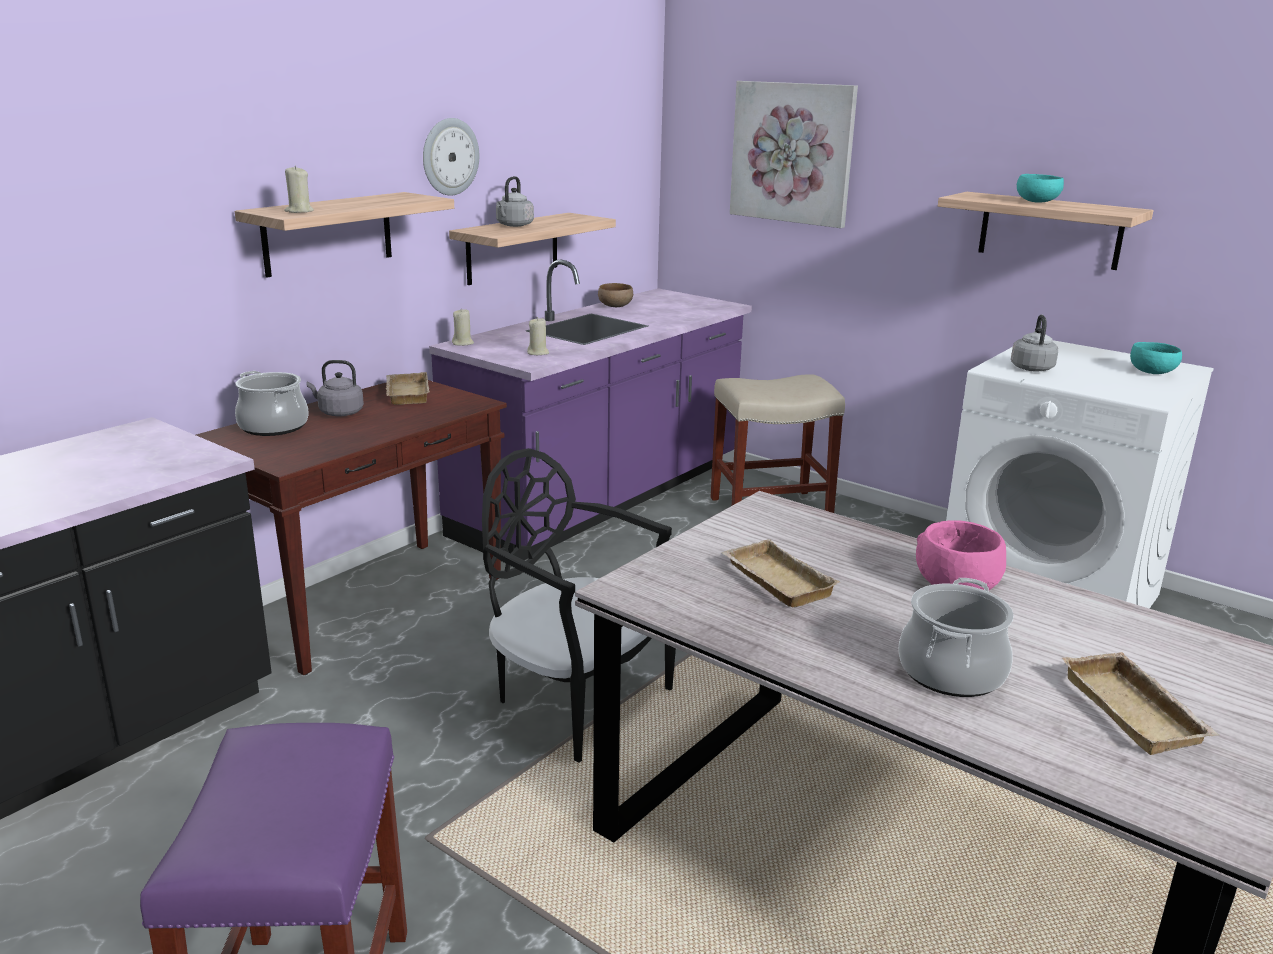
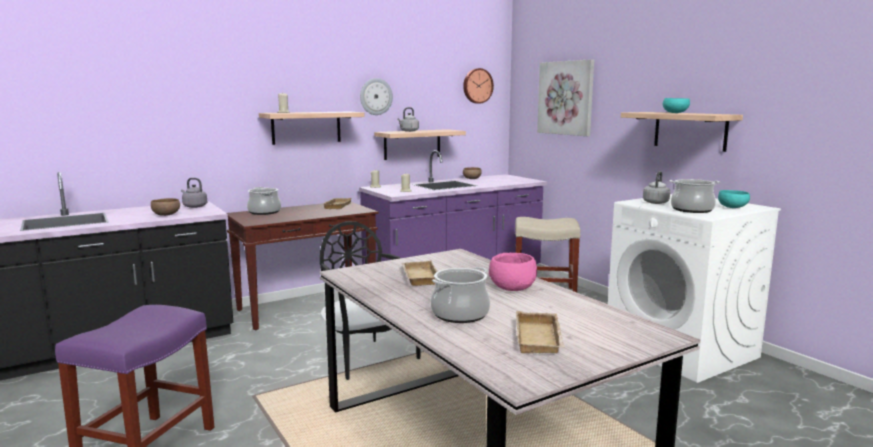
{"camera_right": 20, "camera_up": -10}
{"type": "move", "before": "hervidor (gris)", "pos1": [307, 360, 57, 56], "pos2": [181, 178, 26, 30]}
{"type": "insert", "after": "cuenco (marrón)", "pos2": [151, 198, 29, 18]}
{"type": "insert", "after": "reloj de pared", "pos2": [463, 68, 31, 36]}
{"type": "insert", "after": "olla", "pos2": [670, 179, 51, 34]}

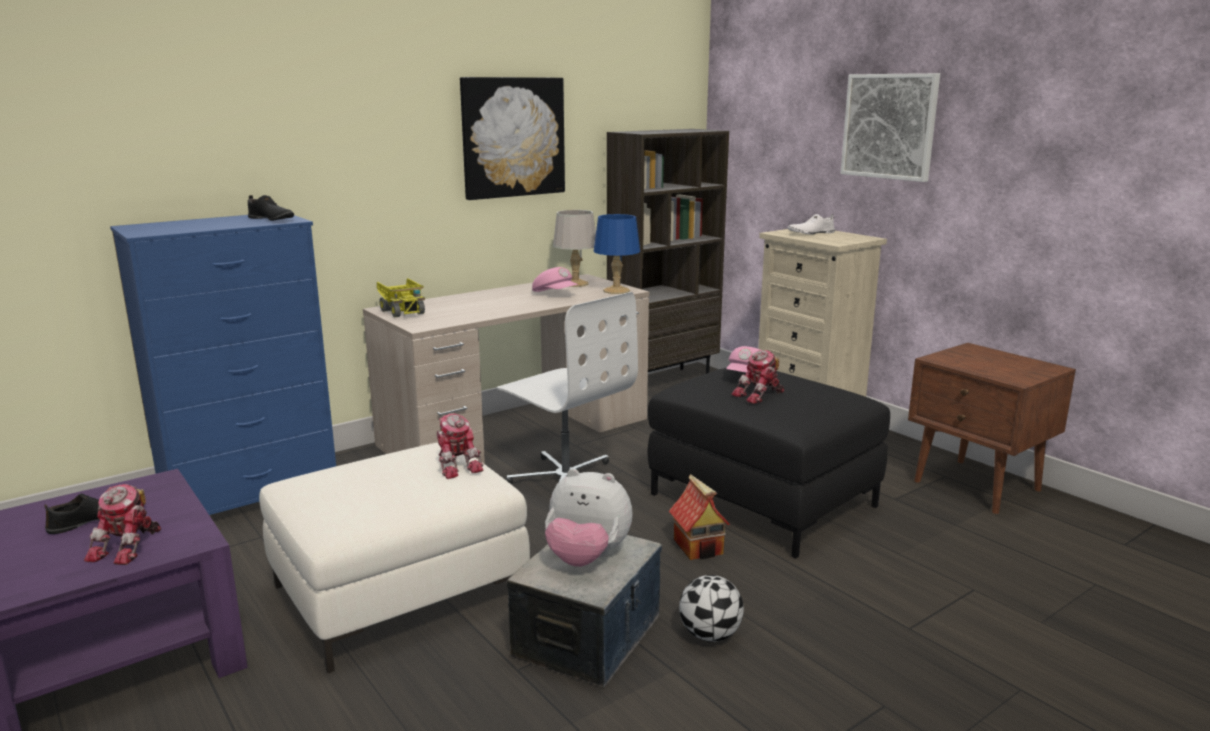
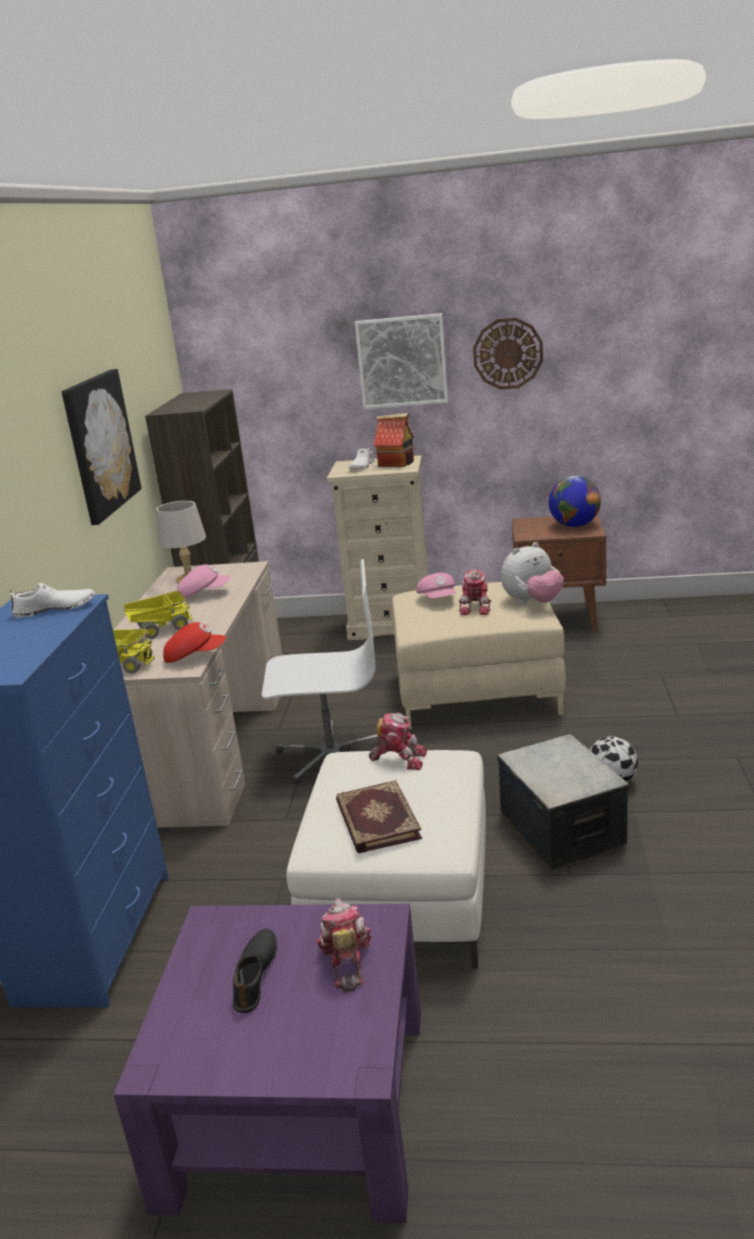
{"camera_right": -45, "camera_up": 5}
{"type": "rotate", "before": "robot de juguete", "pos1": [84, 484, 77, 81], "pos2": [316, 898, 55, 95], "turn": -150}
{"type": "recolor", "before": "zapato (negro)", "after": "zapato (blanco)", "pos1": [248, 195, 46, 26], "pos2": [10, 583, 85, 34]}
{"type": "move", "before": "peluche", "pos1": [545, 469, 88, 98], "pos2": [501, 542, 63, 62]}
{"type": "delete", "before": "lámpara de mesa (azul)", "pos1": [594, 214, 46, 80]}
{"type": "recolor", "before": "puf (negro)", "after": "puf (beis)", "pos1": [647, 368, 243, 190], "pos2": [392, 582, 174, 147]}
{"type": "move", "before": "casita", "pos1": [669, 474, 61, 86], "pos2": [373, 413, 41, 54]}
{"type": "insert", "after": "camión de juguete", "pos2": [124, 591, 69, 48]}
{"type": "insert", "after": "gorra (rojo)", "pos2": [163, 622, 63, 41]}
{"type": "insert", "after": "libro", "pos2": [336, 780, 86, 73]}
{"type": "insert", "after": "reloj de pared", "pos2": [473, 318, 70, 72]}
{"type": "insert", "after": "globo terráqueo", "pos2": [549, 476, 52, 51]}

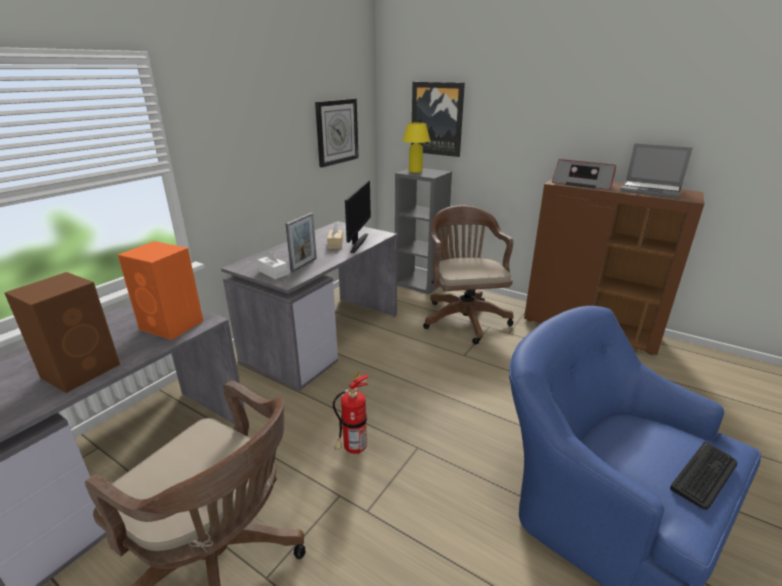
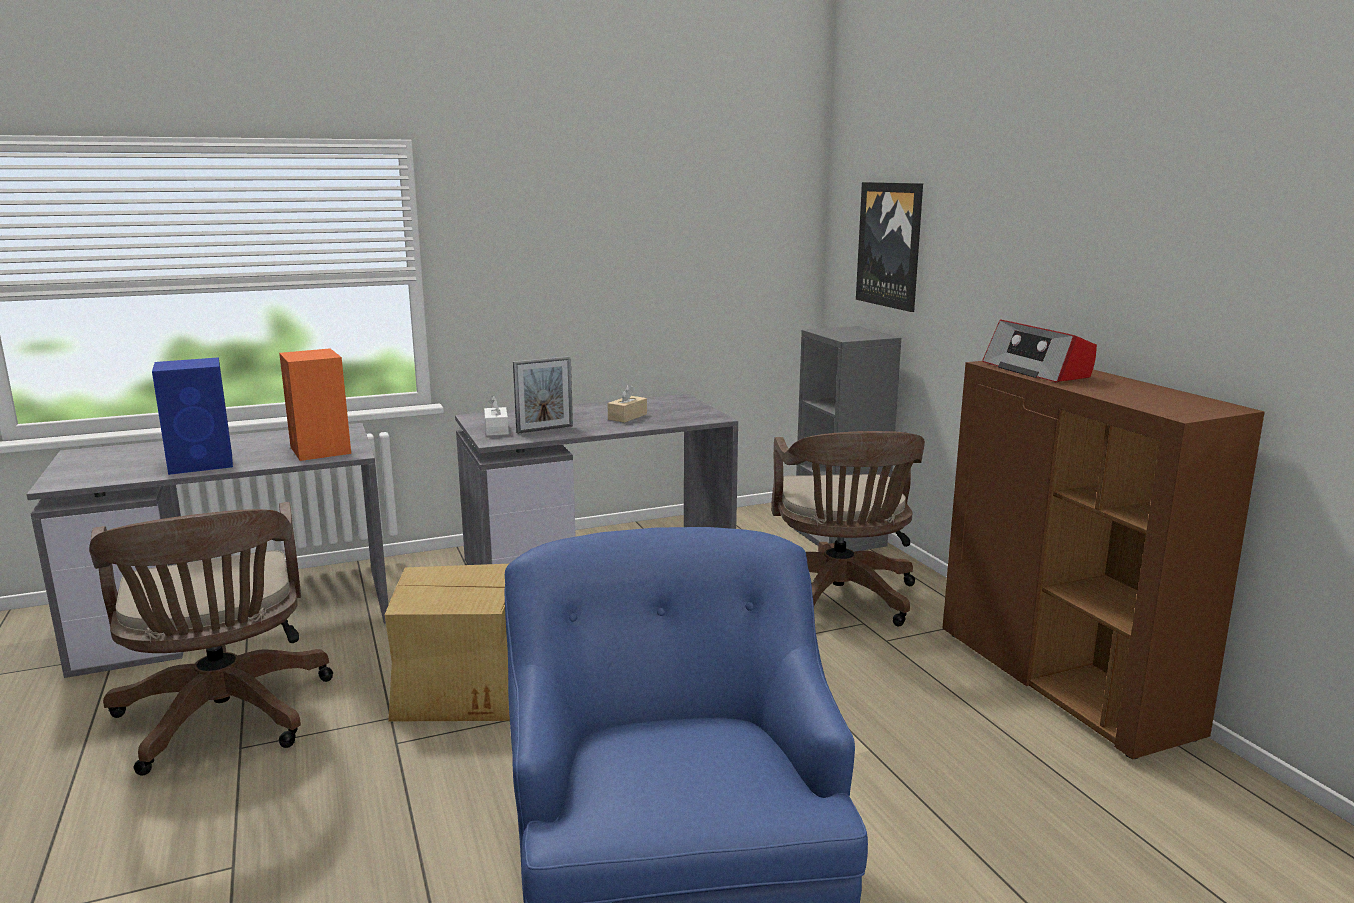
{"camera_right": 35, "camera_up": -10}
{"type": "recolor", "before": "altavoz (marrón)", "after": "altavoz (azul)", "pos1": [4, 272, 116, 121], "pos2": [152, 357, 81, 118]}
{"type": "delete", "before": "reloj de pared", "pos1": [315, 99, 44, 68]}
{"type": "replace", "before": "extintor", "after": "caja de cartón", "pos1": [333, 372, 36, 82], "pos2": [385, 564, 125, 158]}
{"type": "delete", "before": "monitor", "pos1": [345, 180, 26, 73]}
{"type": "delete", "before": "lámpara de mesa (amarillo)", "pos1": [403, 123, 27, 50]}
{"type": "rotate", "before": "silla de oficina (marrón)", "pos1": [423, 206, 91, 139], "pos2": [771, 431, 154, 195], "turn": 150}
{"type": "delete", "before": "portátil", "pos1": [620, 143, 73, 55]}
{"type": "delete", "before": "teclado", "pos1": [670, 442, 67, 68]}

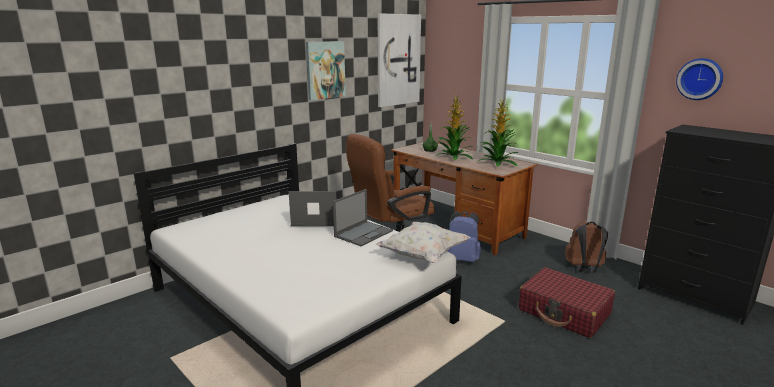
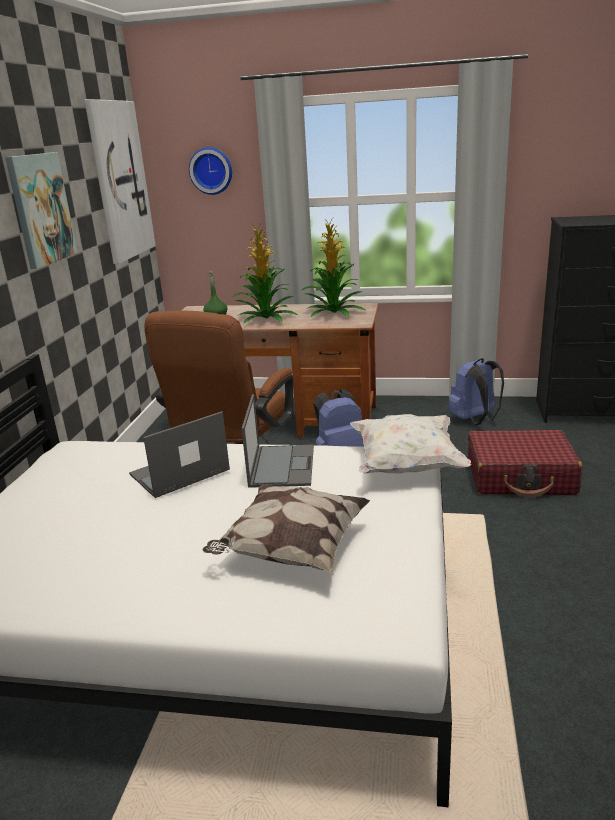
{"camera_right": -35, "camera_up": 5}
{"type": "recolor", "before": "mochila (marrón)", "after": "mochila (azul)", "pos1": [565, 221, 43, 52], "pos2": [448, 358, 56, 68]}
{"type": "move", "before": "reloj de pared", "pos1": [676, 58, 47, 42], "pos2": [189, 147, 43, 48]}
{"type": "insert", "after": "cojín", "pos2": [203, 484, 167, 89]}

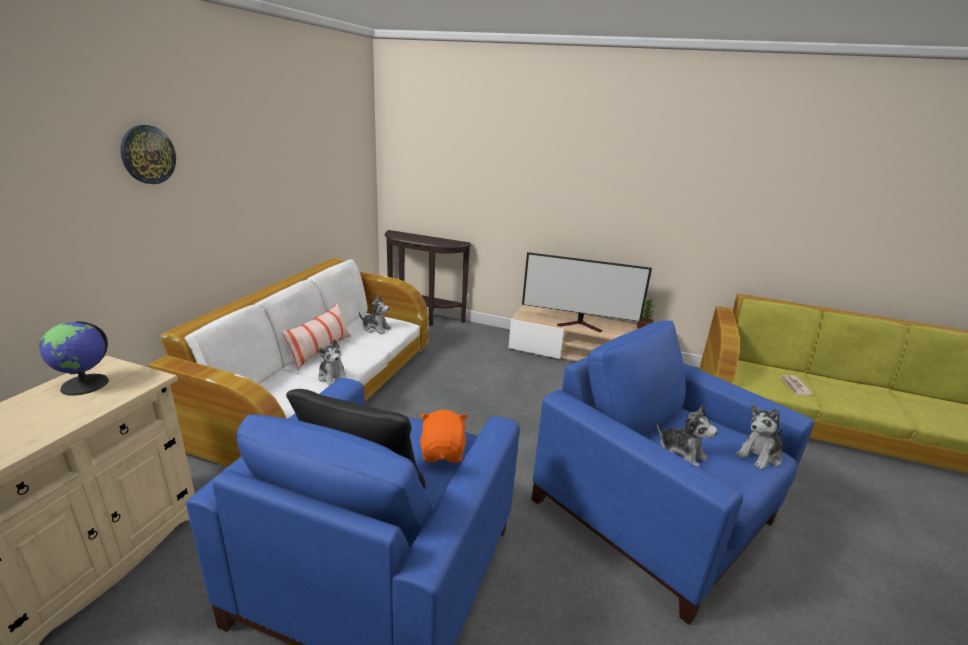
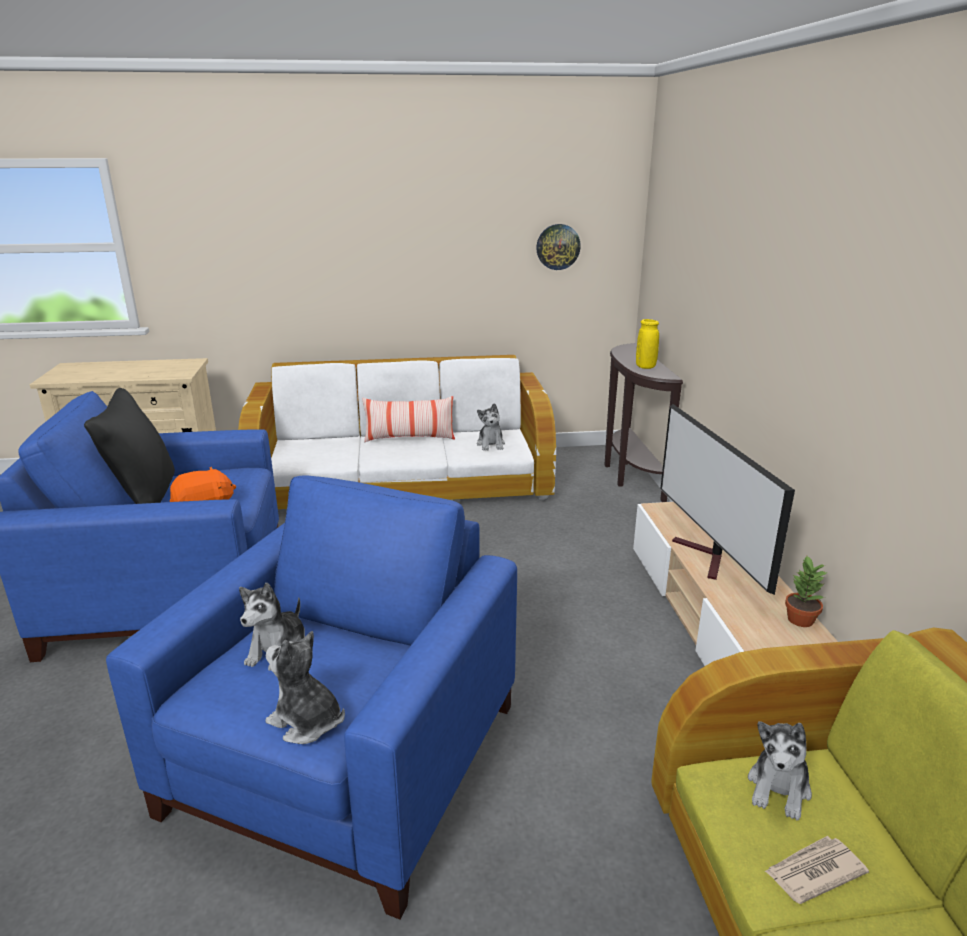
{"camera_right": 65, "camera_up": 0}
{"type": "delete", "before": "globo terráqueo", "pos1": [39, 321, 70, 75]}
{"type": "move", "before": "reloj de pared", "pos1": [121, 125, 55, 59], "pos2": [536, 224, 45, 46]}
{"type": "move", "before": "peluche", "pos1": [318, 339, 29, 47], "pos2": [748, 721, 64, 99]}
{"type": "insert", "after": "florero (amarillo)", "pos2": [636, 319, 23, 50]}

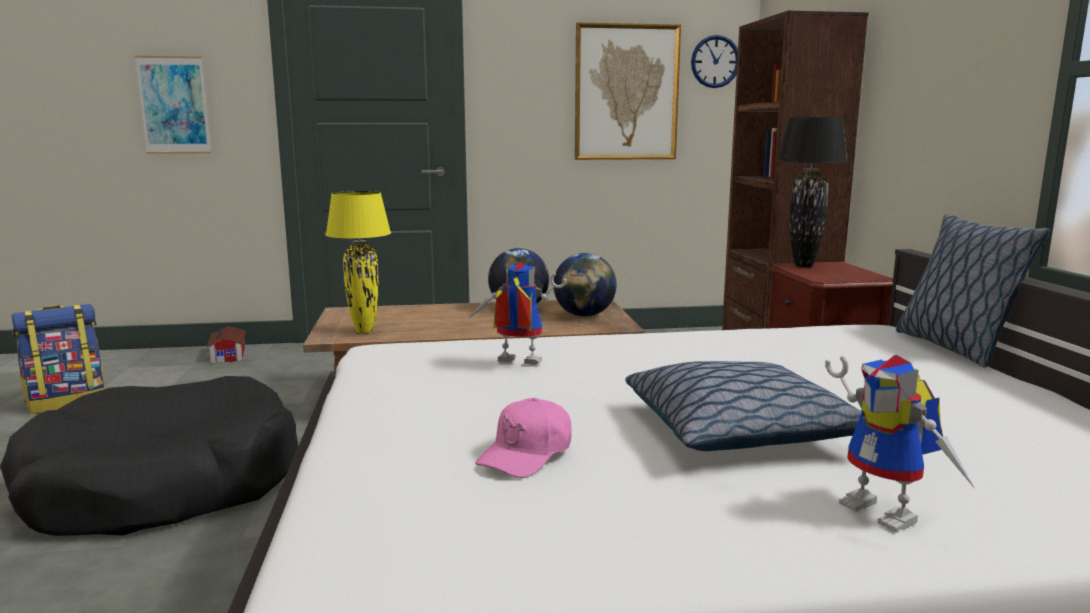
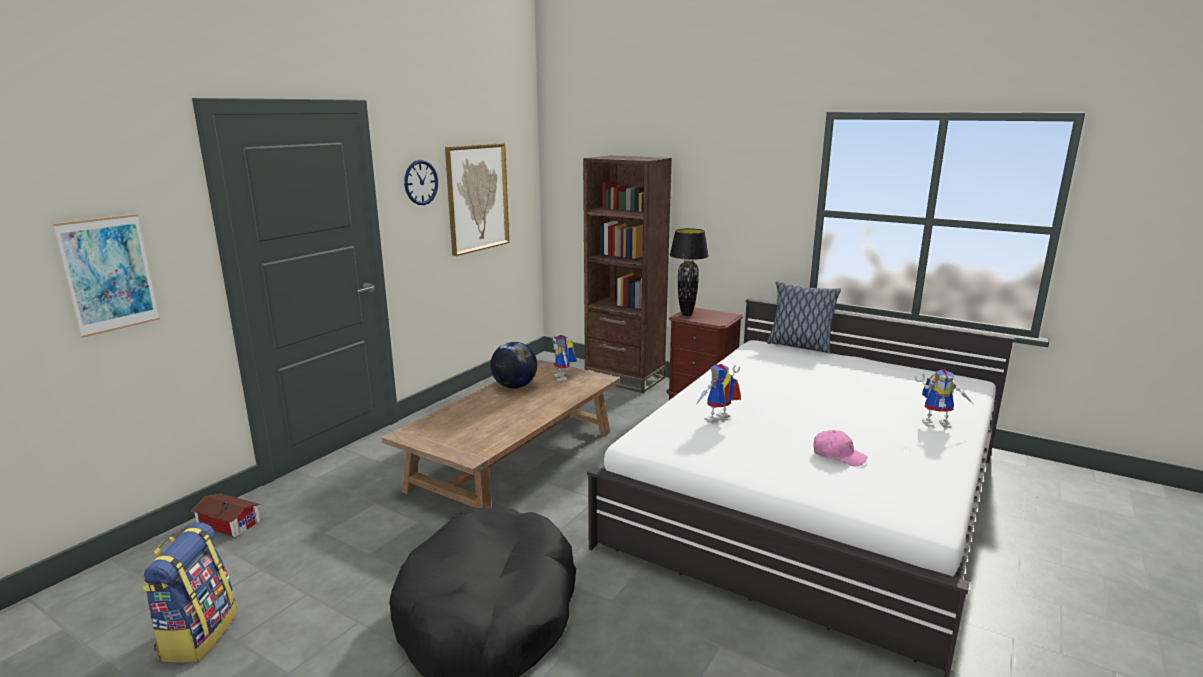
{"camera_right": -50, "camera_up": 5}
{"type": "delete", "before": "lámpara de mesa (amarillo)", "pos1": [326, 191, 65, 142]}
{"type": "rotate", "before": "gorra (rosa)", "pos1": [475, 398, 97, 80], "pos2": [813, 430, 55, 37], "turn": -45}
{"type": "replace", "before": "globo terráqueo", "after": "robot de juguete", "pos1": [553, 253, 64, 64], "pos2": [552, 334, 25, 48]}
{"type": "delete", "before": "cojín", "pos1": [625, 361, 236, 90]}
{"type": "move", "before": "reloj de pared", "pos1": [691, 35, 47, 53], "pos2": [404, 160, 34, 45]}

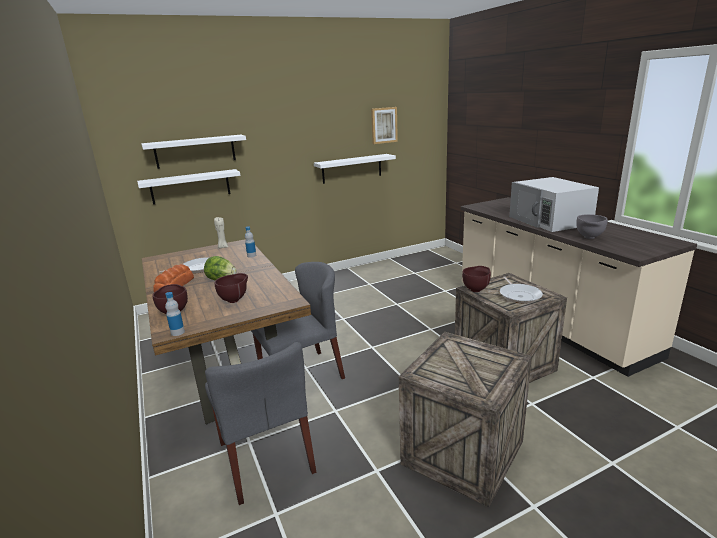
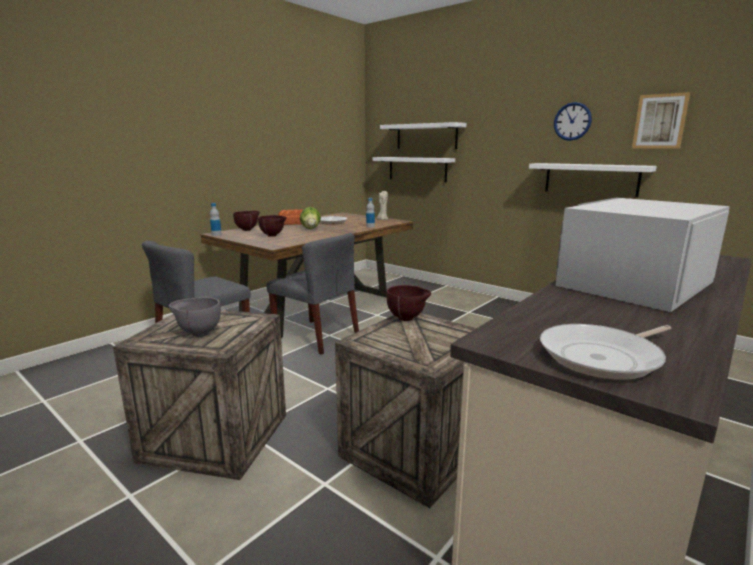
{"camera_right": 65, "camera_up": -5}
{"type": "move", "before": "sartén", "pos1": [500, 276, 43, 28], "pos2": [540, 324, 131, 56]}
{"type": "move", "before": "cuenco (gris)", "pos1": [576, 214, 32, 25], "pos2": [169, 297, 52, 40]}
{"type": "insert", "after": "reloj de pared", "pos2": [554, 102, 38, 39]}

